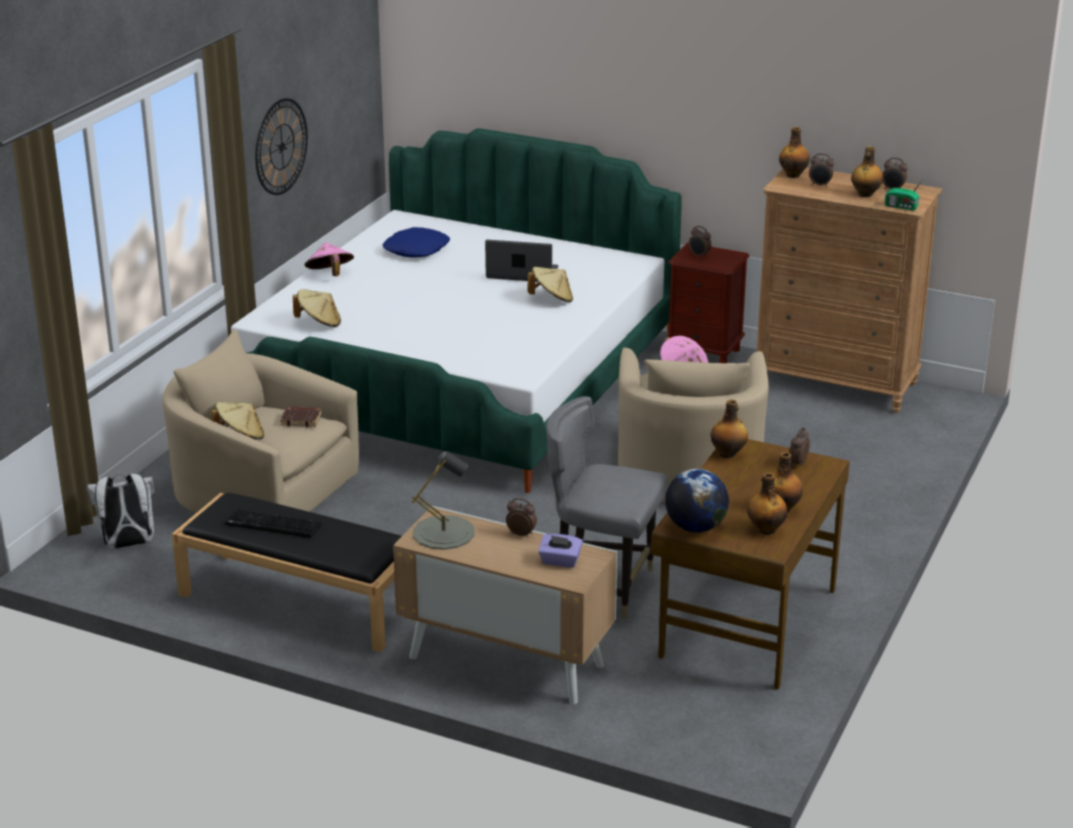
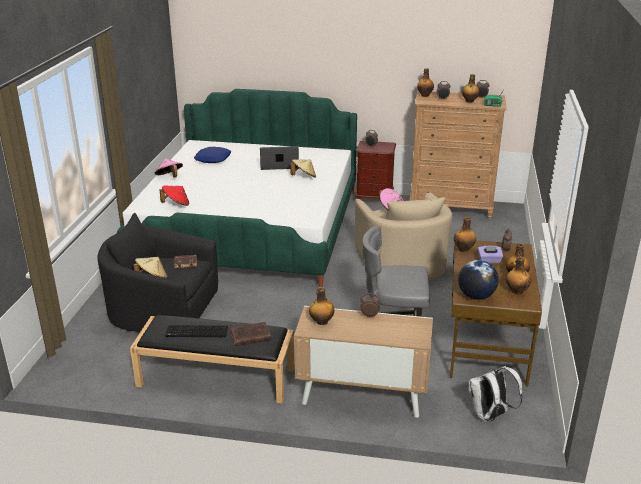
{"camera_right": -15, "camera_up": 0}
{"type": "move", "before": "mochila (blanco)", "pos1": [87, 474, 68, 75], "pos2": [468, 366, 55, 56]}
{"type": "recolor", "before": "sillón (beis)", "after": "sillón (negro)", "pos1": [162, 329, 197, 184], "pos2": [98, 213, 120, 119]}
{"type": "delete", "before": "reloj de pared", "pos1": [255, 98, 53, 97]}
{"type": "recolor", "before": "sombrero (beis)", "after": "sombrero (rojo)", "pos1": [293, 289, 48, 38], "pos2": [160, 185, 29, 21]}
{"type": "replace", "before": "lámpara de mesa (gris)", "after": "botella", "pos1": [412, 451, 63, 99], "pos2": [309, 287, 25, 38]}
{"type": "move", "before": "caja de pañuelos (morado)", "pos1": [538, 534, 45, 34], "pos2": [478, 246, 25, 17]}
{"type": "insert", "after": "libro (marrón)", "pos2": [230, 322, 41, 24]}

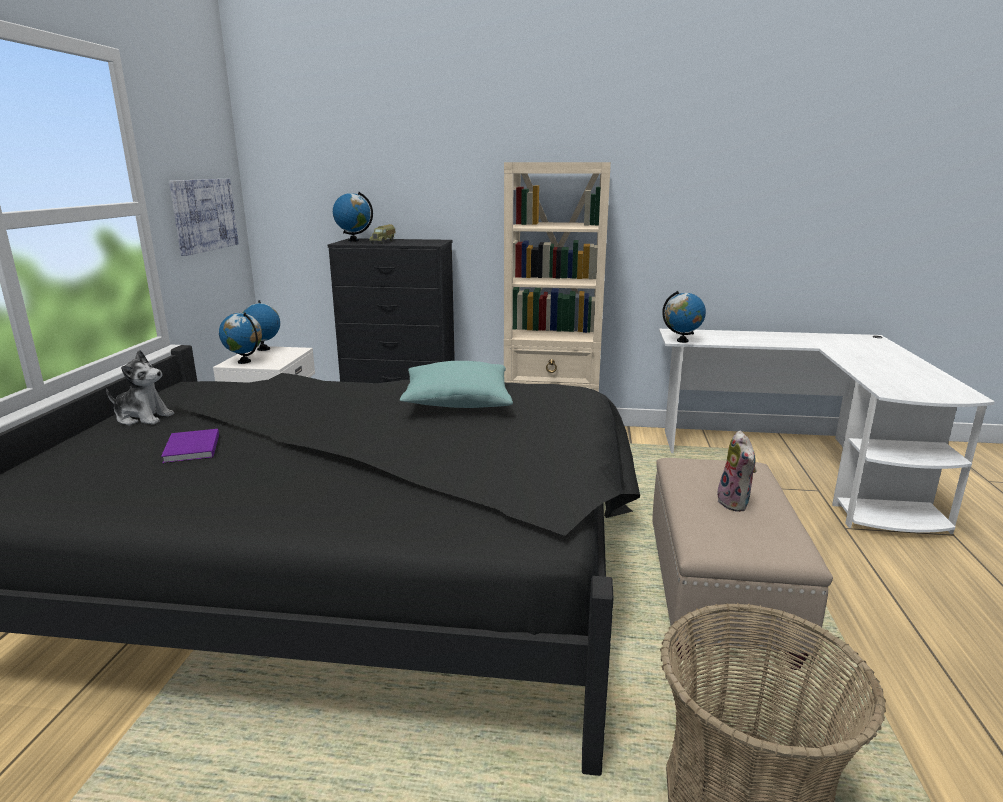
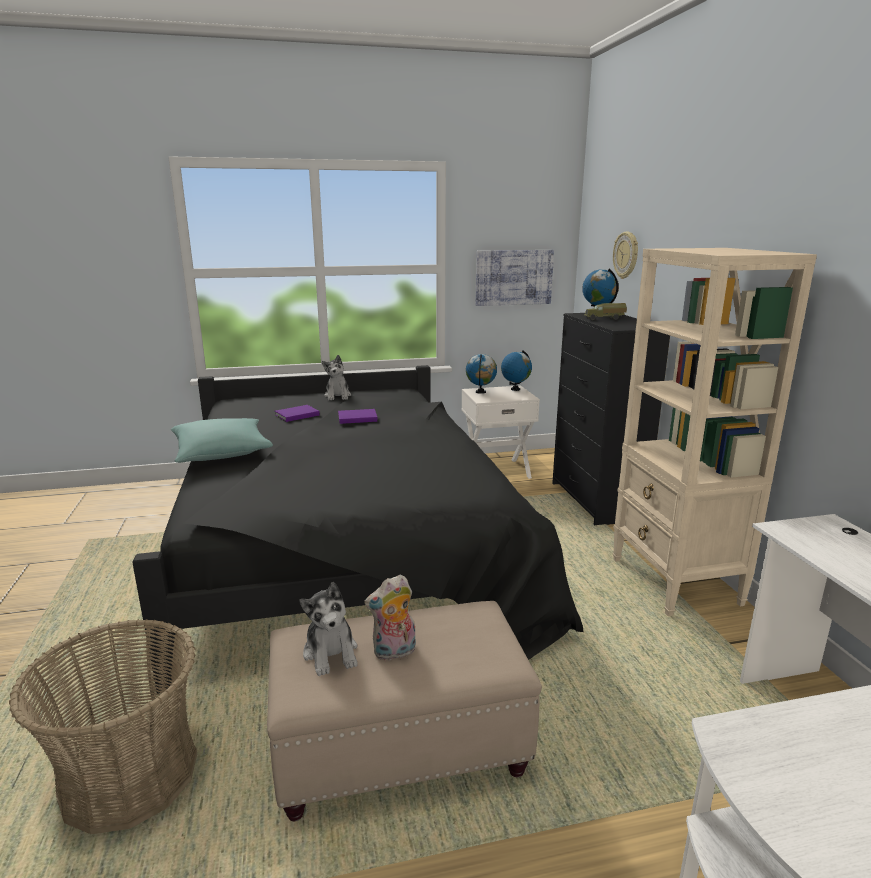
{"camera_right": 70, "camera_up": 0}
{"type": "move", "before": "cojín (turquesa)", "pos1": [400, 361, 113, 47], "pos2": [171, 418, 102, 45]}
{"type": "delete", "before": "globo terráqueo", "pos1": [662, 291, 44, 52]}
{"type": "insert", "after": "peluche", "pos2": [300, 582, 57, 94]}
{"type": "insert", "after": "libro (morado)", "pos2": [338, 409, 40, 15]}
{"type": "insert", "after": "reloj de pared", "pos2": [613, 232, 25, 47]}

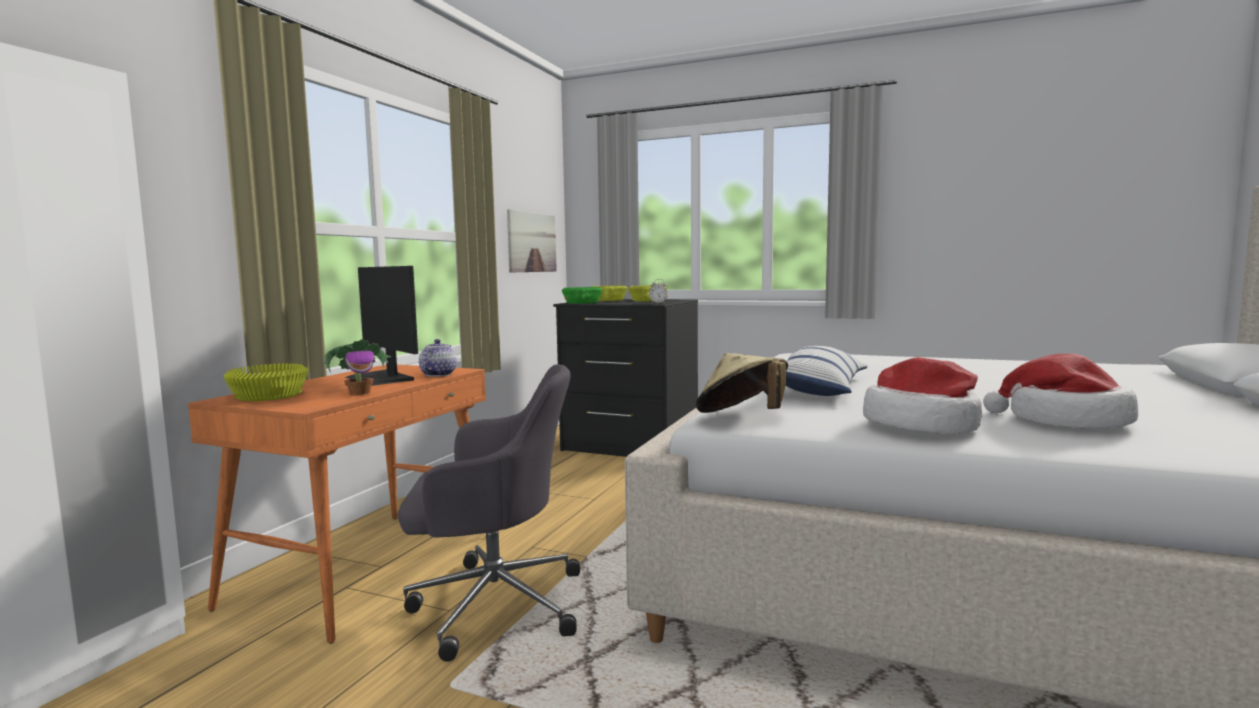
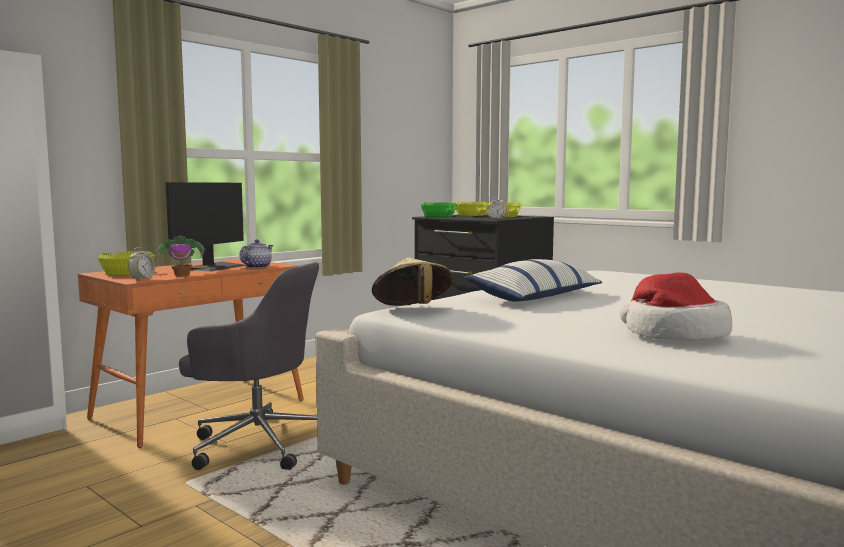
{"camera_right": 20, "camera_up": 0}
{"type": "rotate", "before": "monitor", "pos1": [345, 266, 73, 120], "pos2": [166, 182, 80, 90], "turn": -135}
{"type": "delete", "before": "cuadro", "pos1": [507, 209, 50, 63]}
{"type": "delete", "before": "sombrero", "pos1": [863, 357, 119, 77]}
{"type": "insert", "after": "despertador", "pos2": [128, 247, 27, 33]}

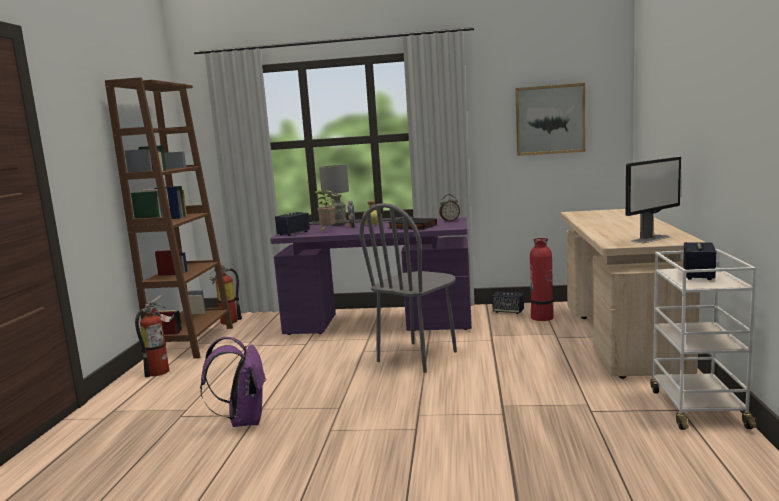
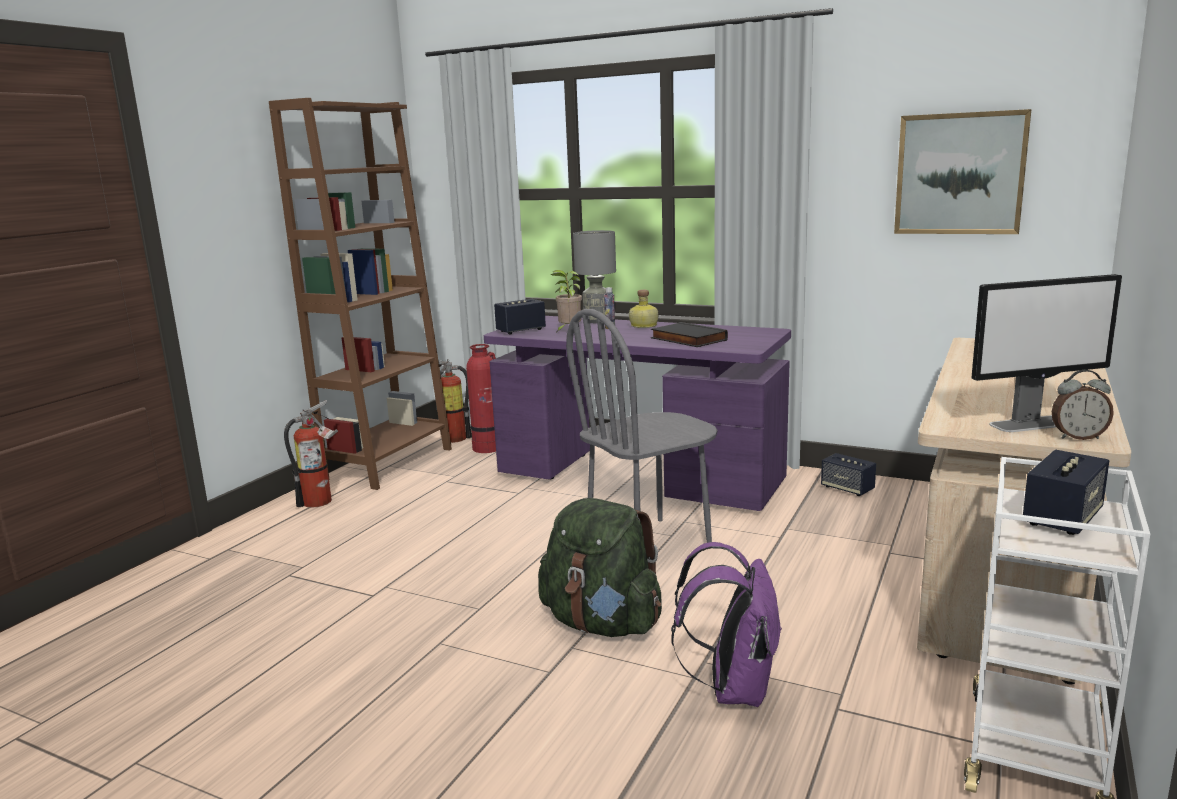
{"camera_right": 20, "camera_up": 5}
{"type": "move", "before": "mochila (morado)", "pos1": [200, 337, 65, 90], "pos2": [671, 542, 111, 165]}
{"type": "move", "before": "despertador", "pos1": [439, 195, 21, 27], "pos2": [1052, 370, 62, 70]}
{"type": "move", "before": "extintor", "pos1": [530, 238, 23, 83], "pos2": [466, 344, 30, 109]}
{"type": "insert", "after": "mochila (verde)", "pos2": [538, 498, 124, 139]}

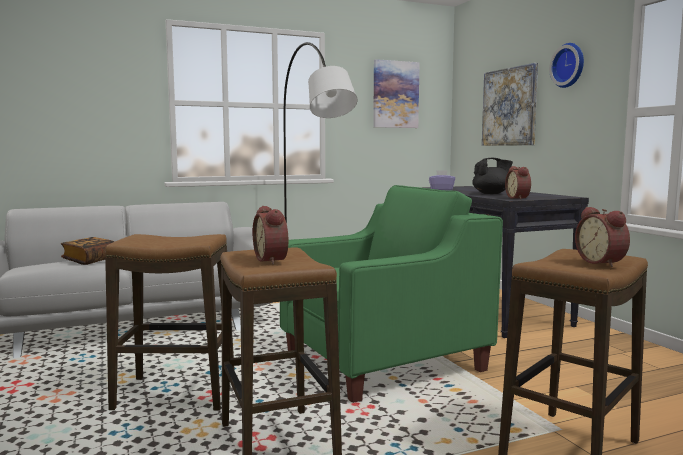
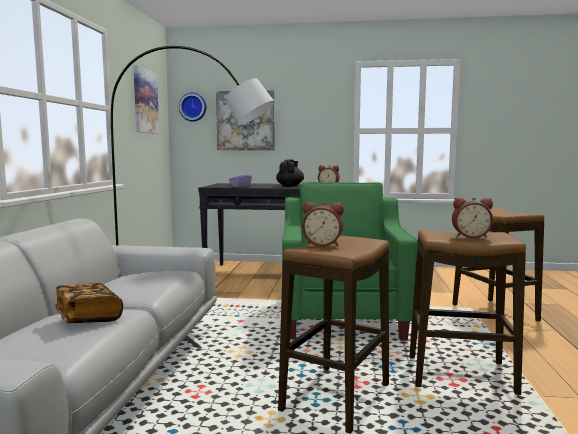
{"camera_right": -60, "camera_up": 0}
{"type": "move", "before": "reloj de pared", "pos1": [549, 43, 35, 45], "pos2": [179, 92, 27, 30]}
{"type": "move", "before": "despertador", "pos1": [575, 207, 55, 60], "pos2": [302, 202, 42, 44]}

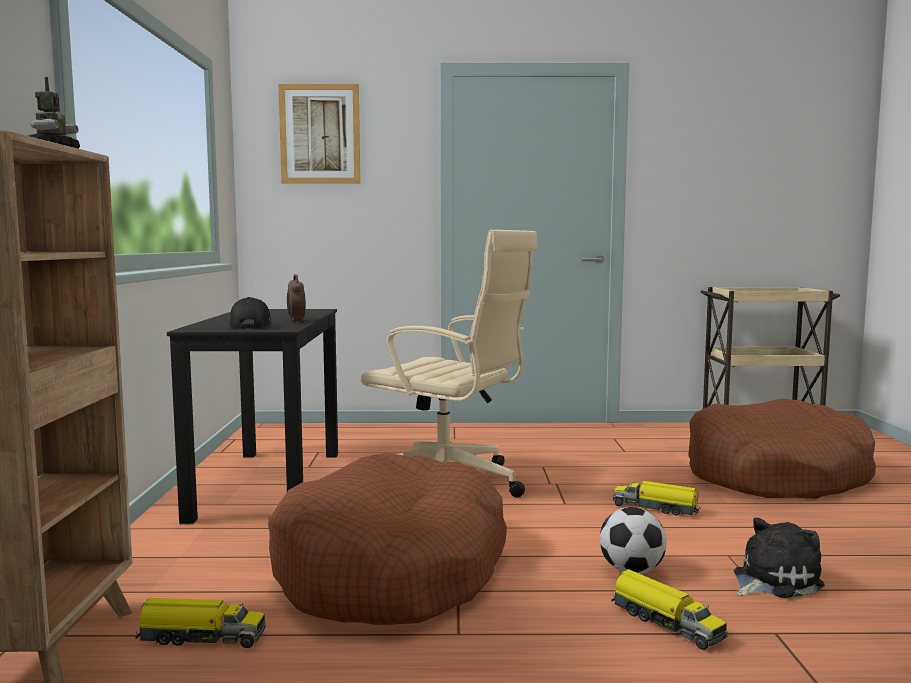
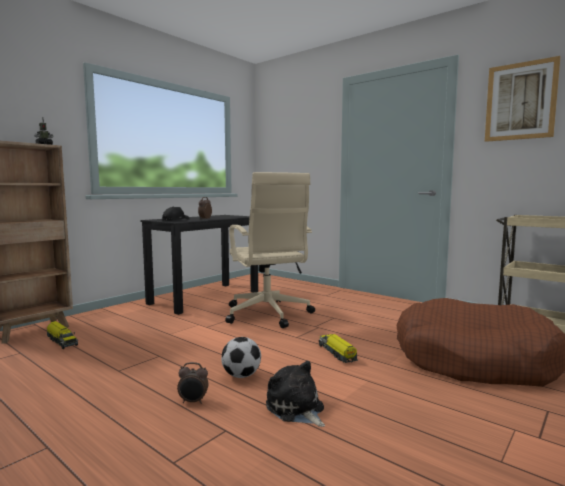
{"camera_right": 40, "camera_up": 0}
{"type": "delete", "before": "cama para perro (marrón)", "pos1": [268, 452, 239, 173]}
{"type": "move", "before": "cuadro", "pos1": [278, 84, 82, 100], "pos2": [485, 56, 75, 86]}
{"type": "replace", "before": "camión de juguete", "after": "despertador", "pos1": [611, 569, 117, 81], "pos2": [177, 362, 31, 42]}
{"type": "rotate", "before": "peluche", "pos1": [734, 518, 91, 80], "pos2": [266, 361, 59, 66], "turn": -135}

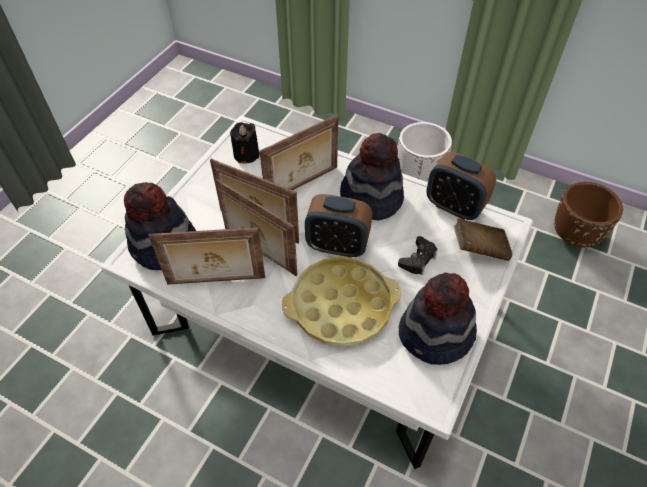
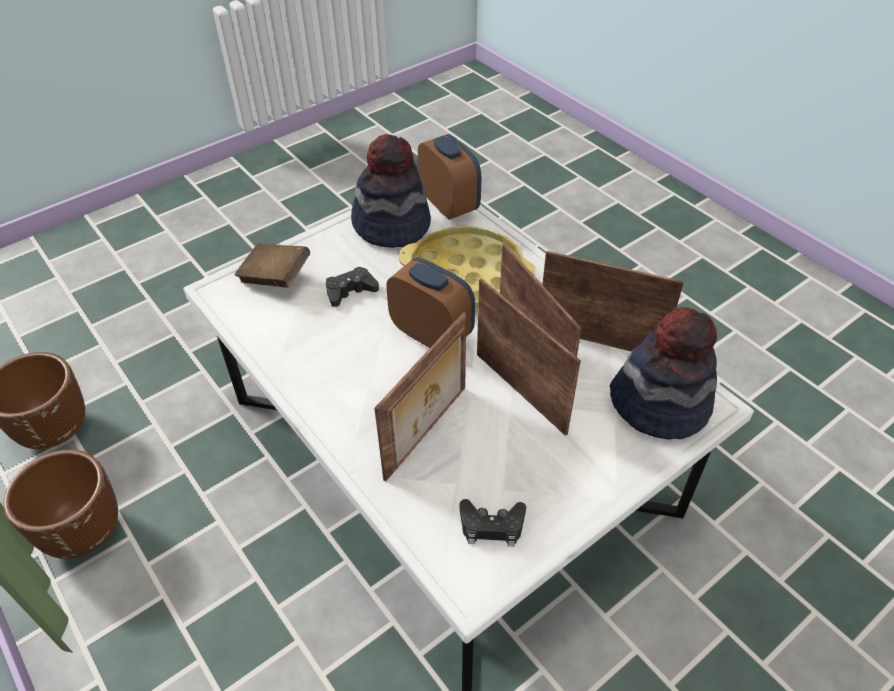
{"camera_right": -155, "camera_up": -5}
{"type": "replace", "before": "vela (negro)", "after": "mando de consola (negro)", "pos1": [230, 122, 29, 42], "pos2": [460, 499, 66, 47]}
{"type": "rotate", "before": "portarretratos", "pos1": [259, 114, 79, 76], "pos2": [374, 312, 92, 169], "turn": 135}
{"type": "delete", "before": "sombrero", "pos1": [340, 133, 64, 87]}
{"type": "delete", "before": "maceta (blanco)", "pos1": [398, 122, 54, 60]}
{"type": "move", "before": "despertador", "pos1": [426, 152, 70, 68], "pos2": [418, 134, 63, 86]}
{"type": "insert", "after": "maceta (marrón)", "pos2": [3, 449, 115, 110]}

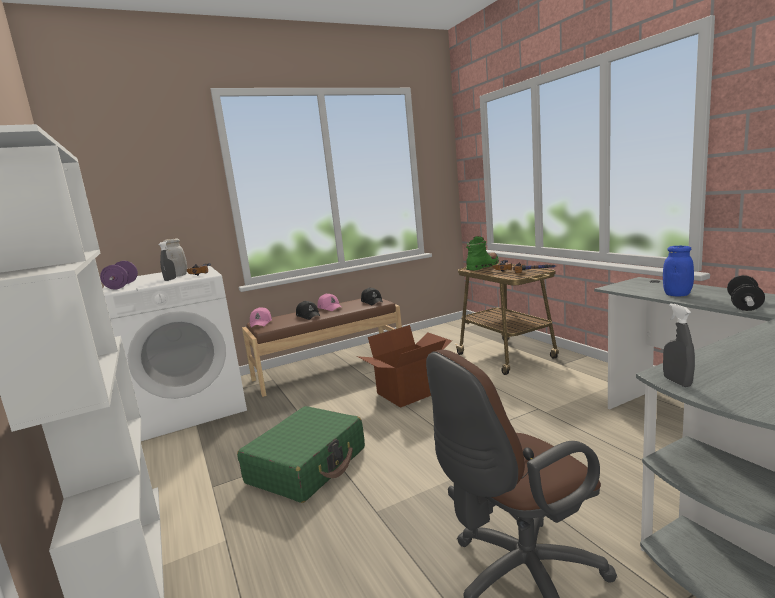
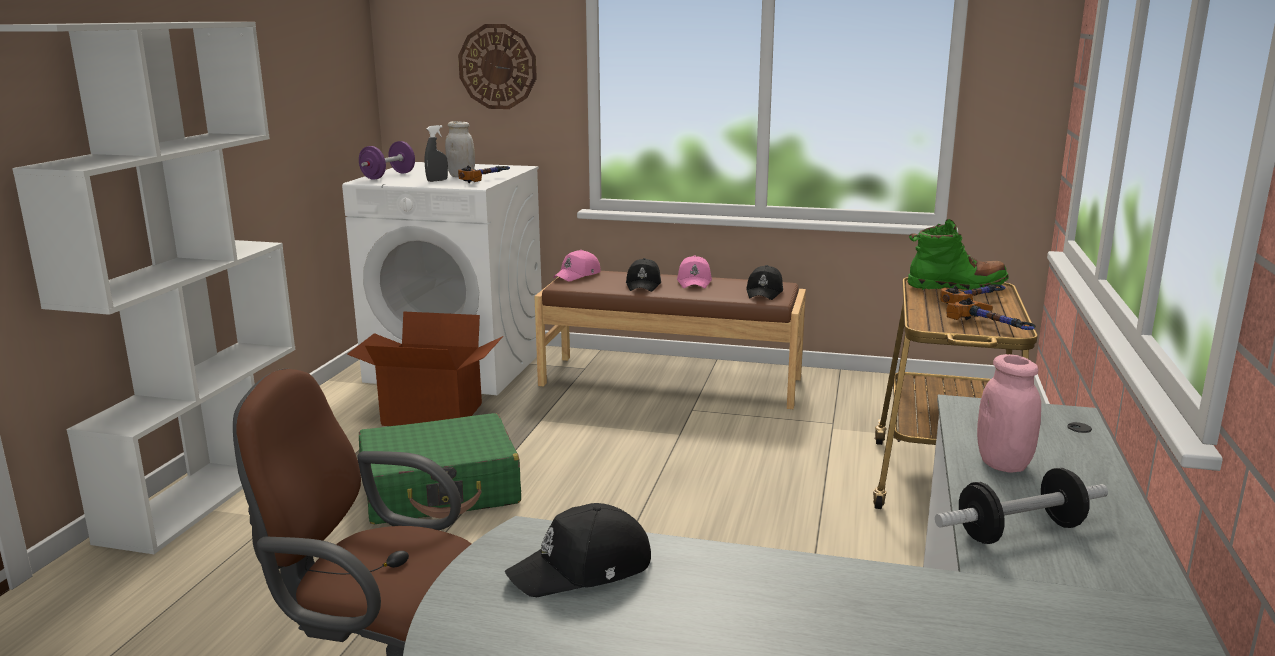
{"camera_right": 40, "camera_up": 5}
{"type": "move", "before": "caja de cartón", "pos1": [357, 325, 95, 83], "pos2": [347, 311, 156, 115]}
{"type": "recolor", "before": "tarro (azul)", "after": "tarro (rosa)", "pos1": [663, 246, 31, 50], "pos2": [977, 354, 64, 118]}
{"type": "delete", "before": "pulverizador (gris)", "pos1": [663, 303, 32, 84]}
{"type": "insert", "after": "reloj de pared", "pos2": [458, 24, 79, 85]}
{"type": "insert", "after": "gorra (negro)", "pos2": [505, 503, 146, 94]}

